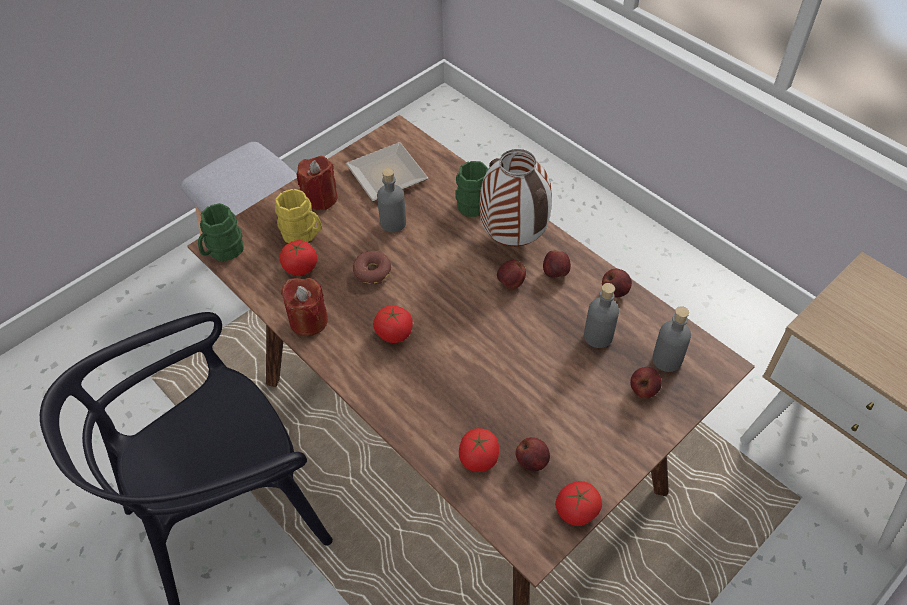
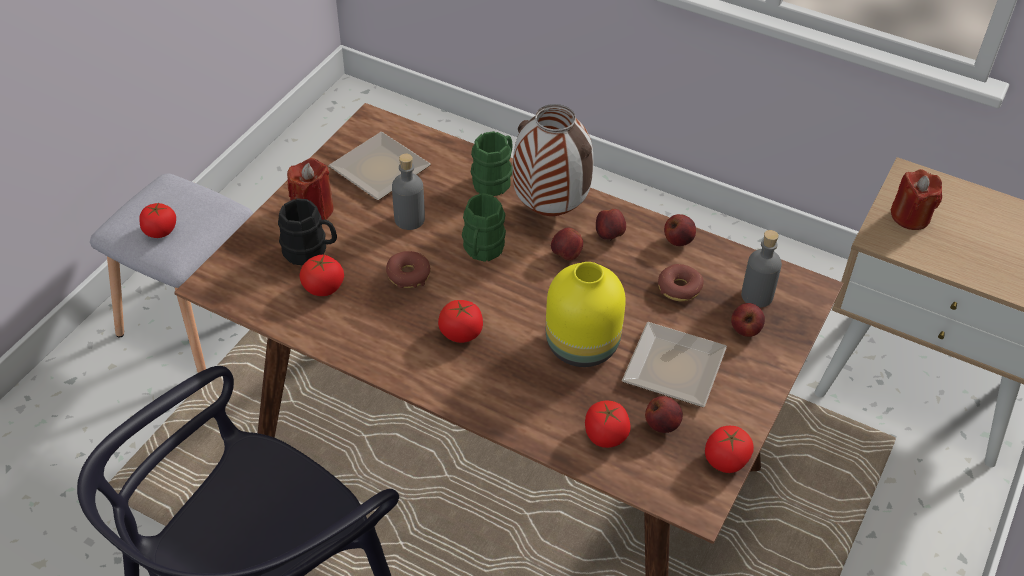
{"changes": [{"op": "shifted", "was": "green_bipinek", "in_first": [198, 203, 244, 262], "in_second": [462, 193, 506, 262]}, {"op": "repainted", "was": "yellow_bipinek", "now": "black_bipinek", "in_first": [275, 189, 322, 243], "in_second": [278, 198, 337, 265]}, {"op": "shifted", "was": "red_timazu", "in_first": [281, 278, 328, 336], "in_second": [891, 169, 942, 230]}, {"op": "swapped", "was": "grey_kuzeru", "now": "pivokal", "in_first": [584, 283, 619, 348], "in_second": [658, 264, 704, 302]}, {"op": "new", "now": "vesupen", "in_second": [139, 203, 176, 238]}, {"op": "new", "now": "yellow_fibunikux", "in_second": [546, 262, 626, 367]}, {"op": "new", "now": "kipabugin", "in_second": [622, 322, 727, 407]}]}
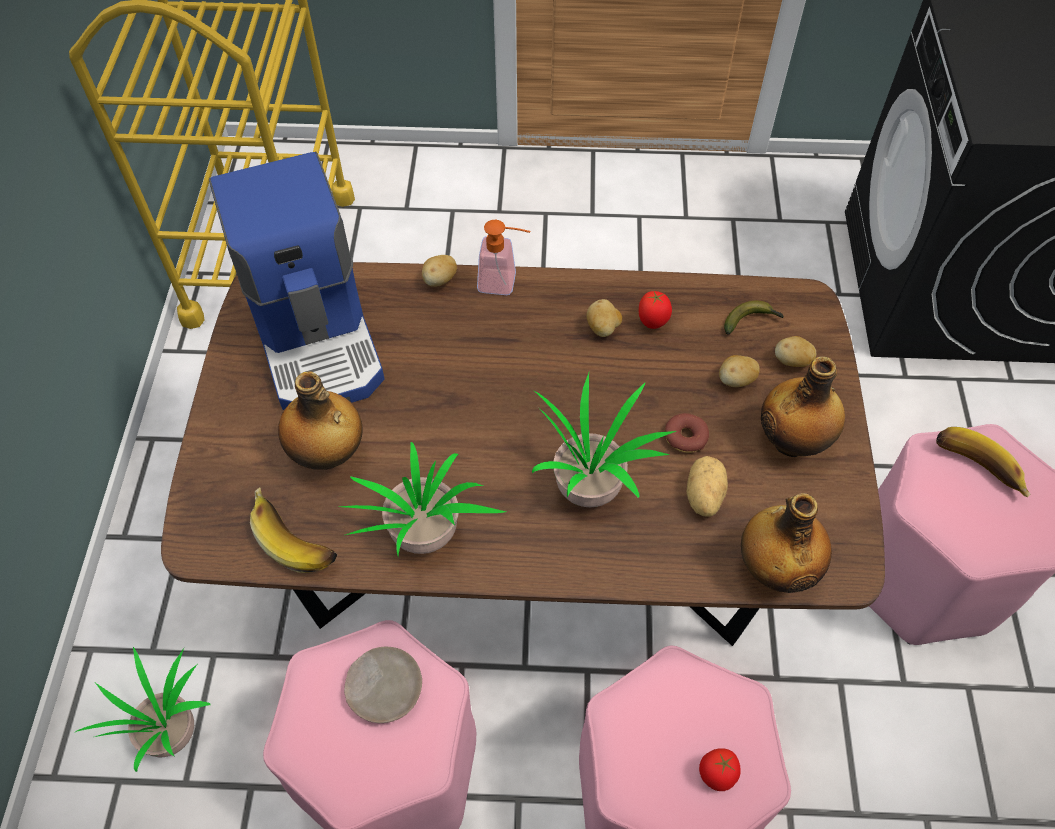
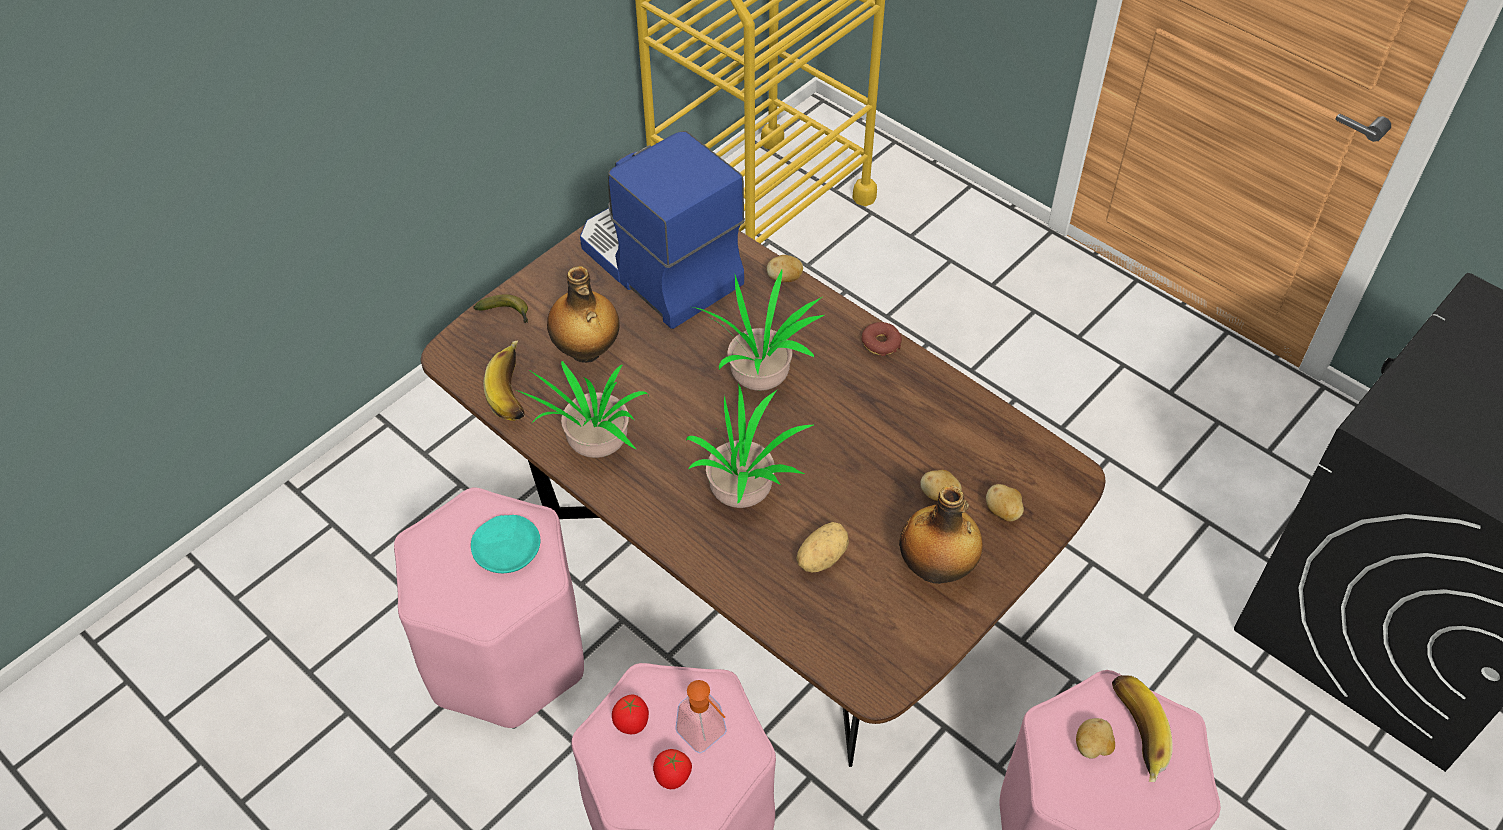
{"changes": [{"op": "shifted", "was": "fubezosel", "in_first": [75, 647, 211, 772], "in_second": [693, 269, 824, 391]}, {"op": "rotated", "was": "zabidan", "in_first": [209, 152, 385, 410], "in_second": [580, 131, 745, 329], "clockwise": 120}, {"op": "repainted", "was": "beige_kipabugin", "now": "turquoise_kipabugin", "in_first": [344, 647, 422, 723], "in_second": [471, 515, 540, 573]}, {"op": "shifted", "was": "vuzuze", "in_first": [477, 220, 530, 295], "in_second": [675, 680, 727, 753]}, {"op": "shifted", "was": "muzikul", "in_first": [587, 299, 622, 337], "in_second": [1076, 718, 1115, 759]}, {"op": "shifted", "was": "vesupen", "in_first": [639, 291, 672, 329], "in_second": [612, 694, 649, 734]}, {"op": "shifted", "was": "pivokal", "in_first": [665, 413, 709, 453], "in_second": [861, 322, 902, 356]}, {"op": "shifted", "was": "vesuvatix", "in_first": [724, 301, 784, 335], "in_second": [474, 294, 528, 323]}, {"op": "gone", "was": "kuzeru", "in_first": [741, 493, 832, 593]}]}
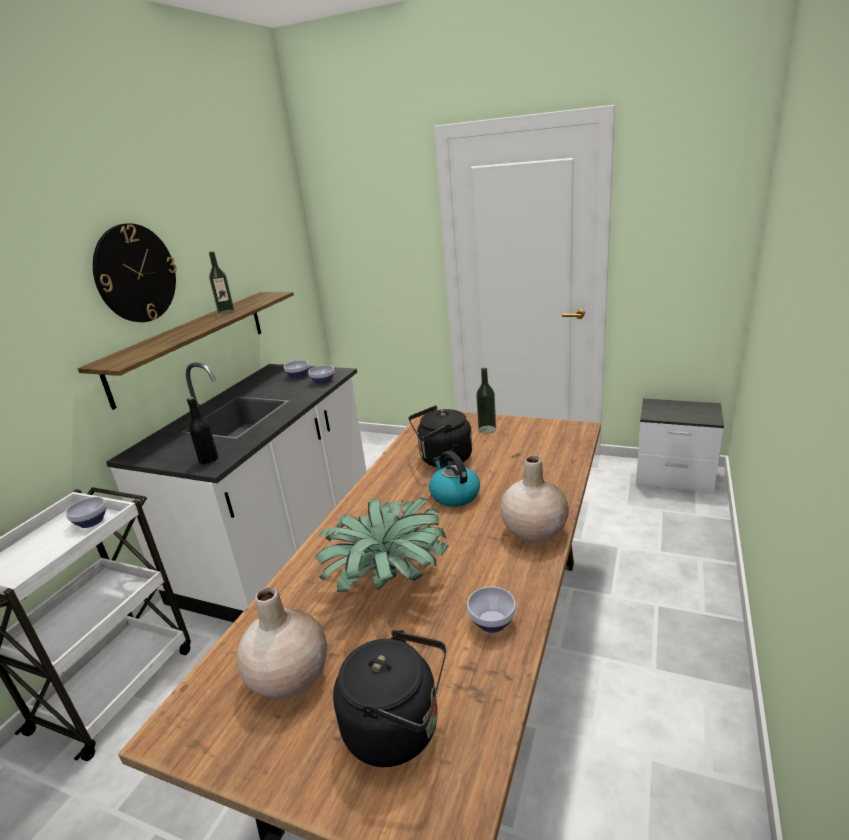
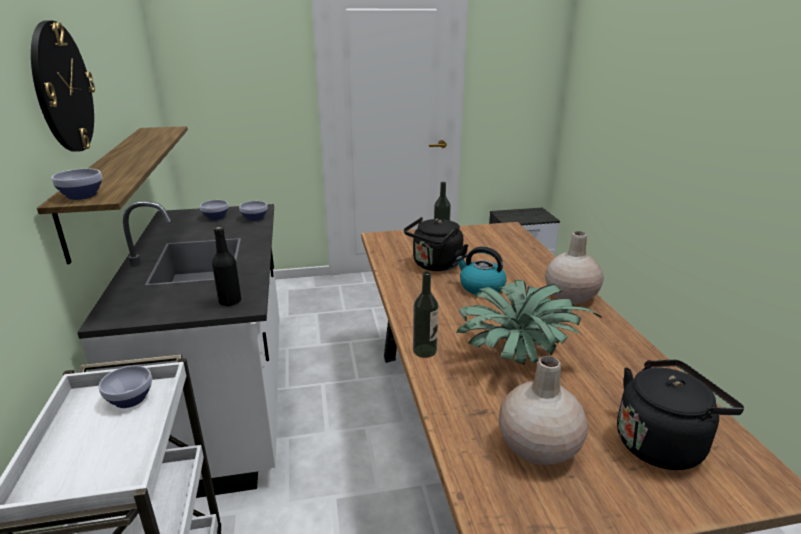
{"changes": [{"op": "shifted", "was": "kuzeru", "in_first": [209, 251, 234, 314], "in_second": [413, 271, 438, 358]}, {"op": "shifted", "was": "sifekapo", "in_first": [467, 586, 516, 633], "in_second": [51, 169, 102, 200]}]}
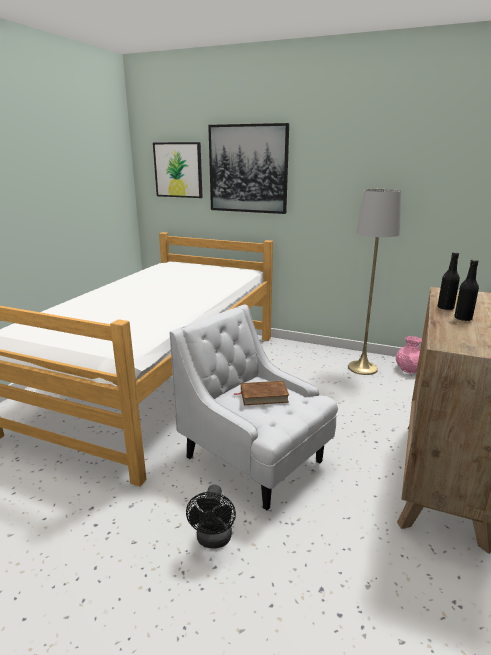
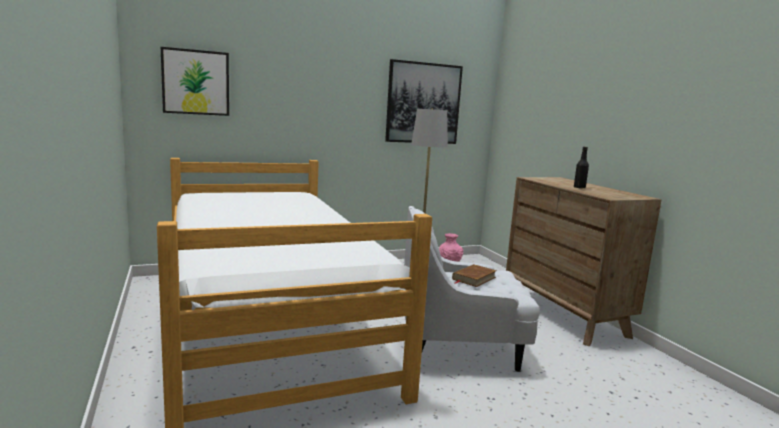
{"changes": [{"op": "gone", "was": "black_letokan", "in_first": [186, 485, 236, 549]}, {"op": "shifted", "was": "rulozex", "in_first": [208, 123, 289, 214], "in_second": [385, 59, 463, 144]}, {"op": "gone", "was": "black_kuzeru", "in_first": [438, 252, 460, 310]}]}
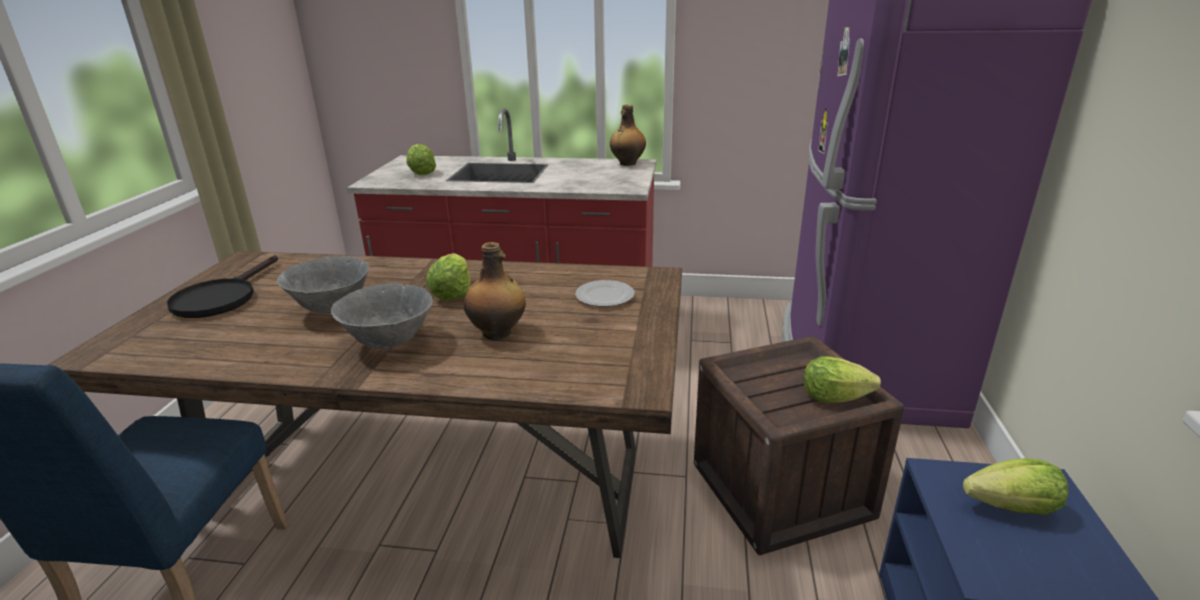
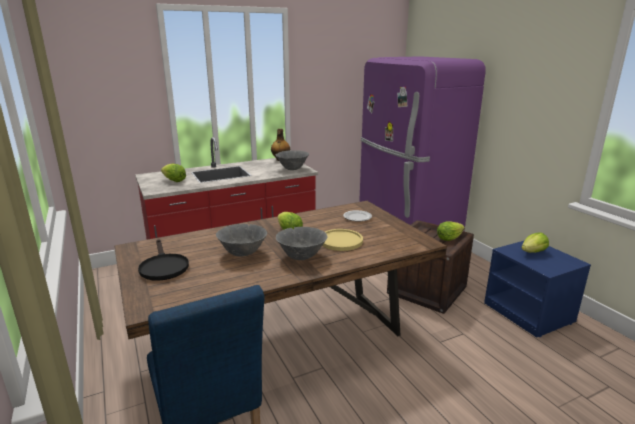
{"changes": [{"op": "swapped", "was": "kuzeru", "now": "yellow_kipabugin", "in_first": [464, 242, 526, 340], "in_second": [322, 229, 363, 251]}, {"op": "new", "now": "grey_sifekapo", "in_second": [275, 150, 309, 170]}]}
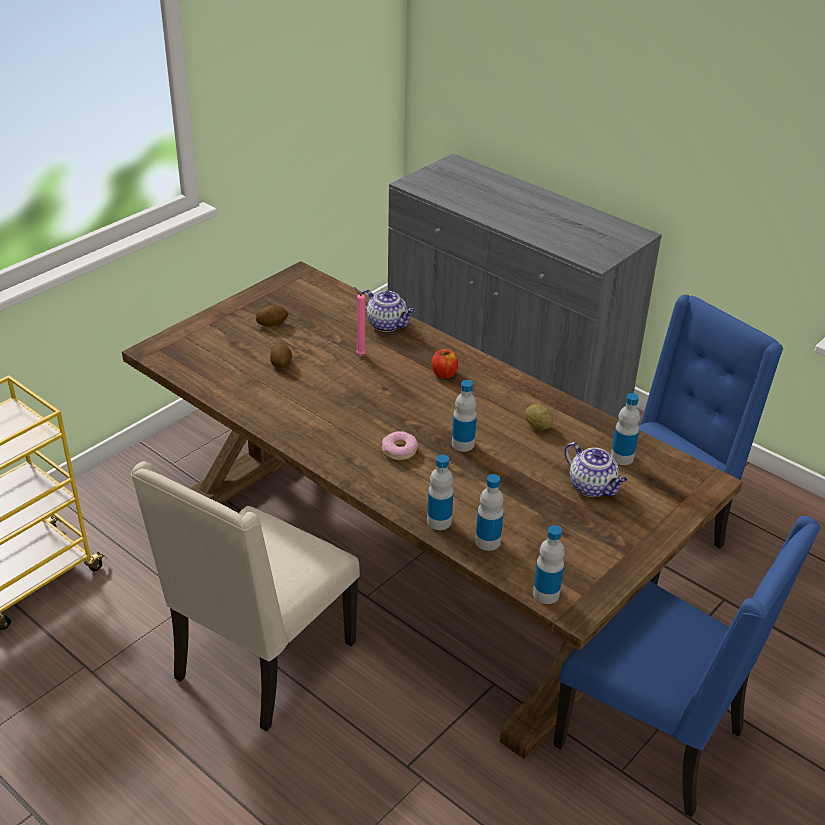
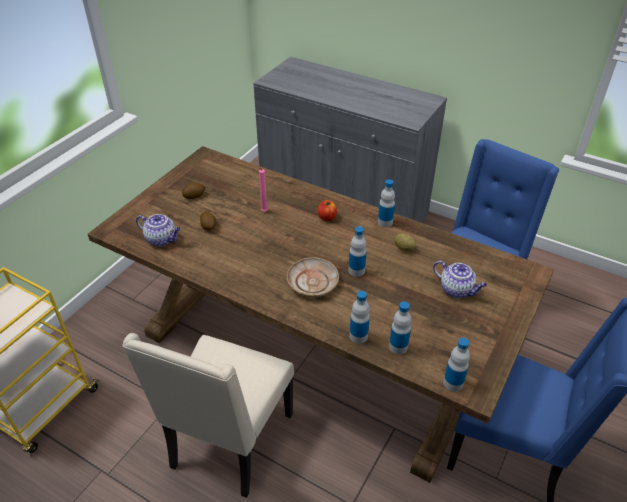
{"changes": [{"op": "shifted", "was": "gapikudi", "in_first": [361, 289, 415, 332], "in_second": [136, 214, 181, 247]}, {"op": "swapped", "was": "pivokal", "now": "beige_kipabugin", "in_first": [382, 431, 418, 460], "in_second": [287, 257, 339, 297]}, {"op": "shifted", "was": "kuzeru", "in_first": [611, 393, 640, 465], "in_second": [378, 179, 395, 227]}]}
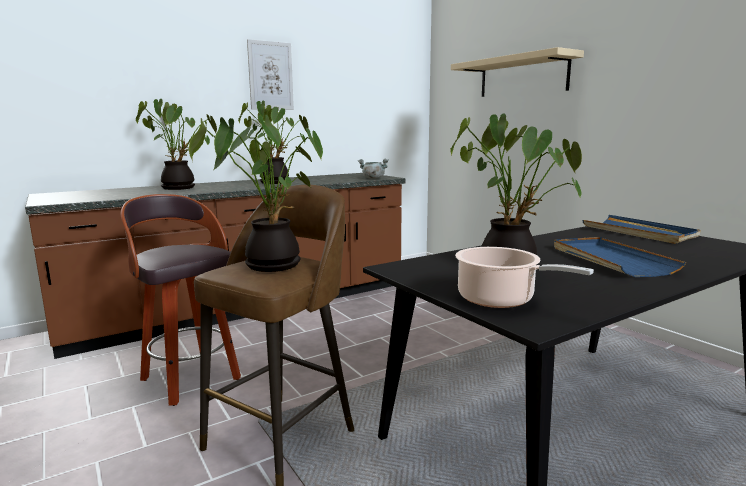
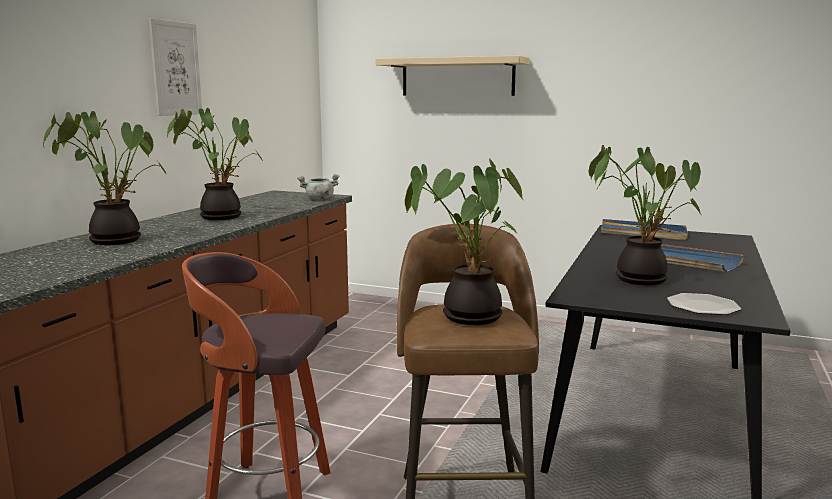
{"changes": [{"op": "swapped", "was": "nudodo", "now": "kipabugin", "in_first": [455, 247, 594, 308], "in_second": [667, 293, 741, 315]}]}
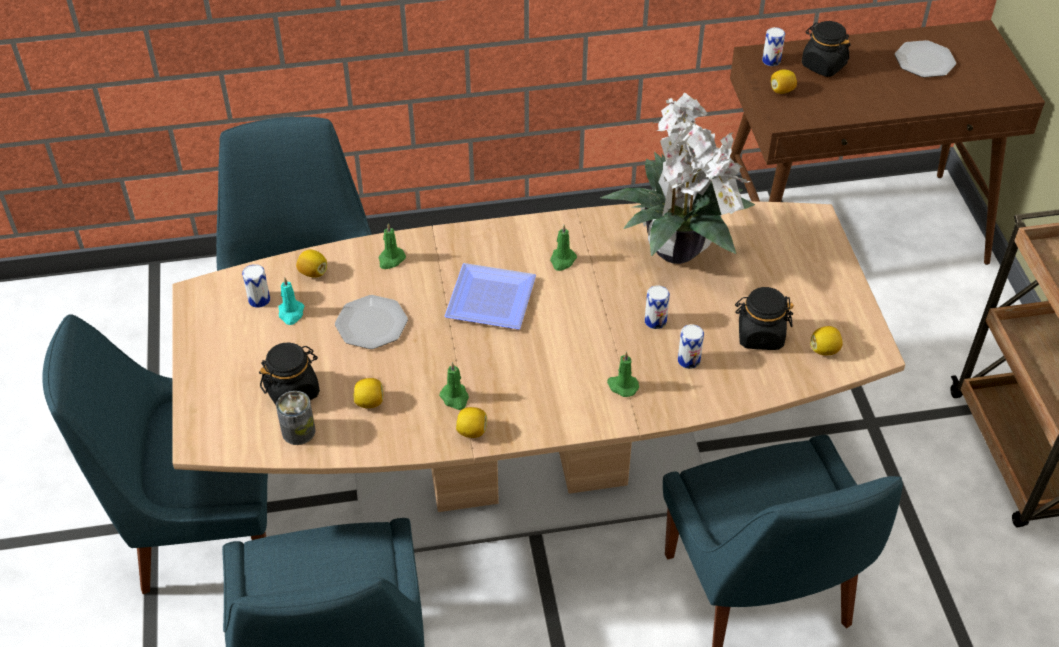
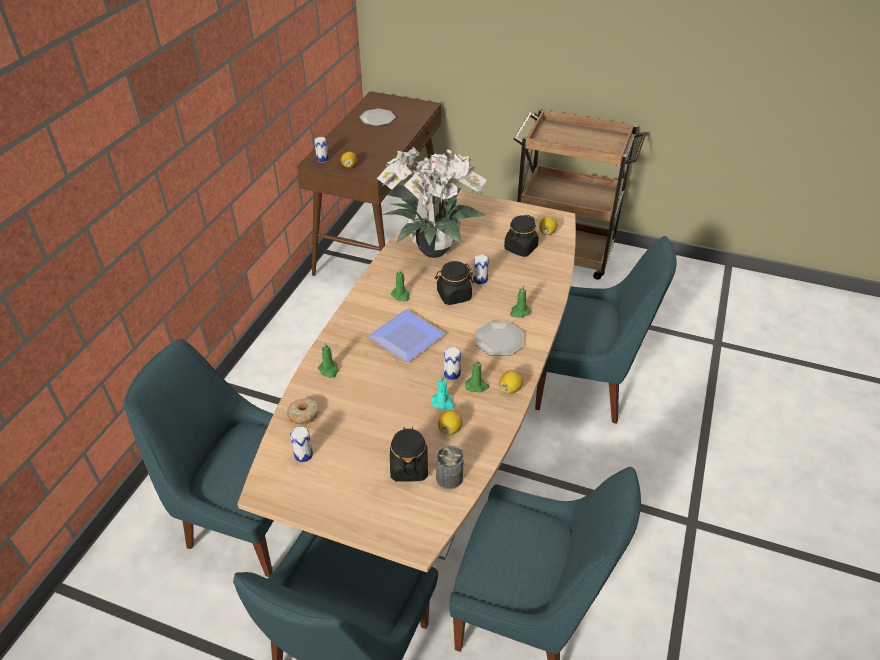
{"changes": [{"op": "shifted", "was": "turquoise_timazu", "in_first": [279, 277, 304, 325], "in_second": [431, 375, 455, 410]}, {"op": "swapped", "was": "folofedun", "now": "pivokal", "in_first": [296, 250, 327, 278], "in_second": [287, 398, 319, 425]}, {"op": "shifted", "was": "kipabugin", "in_first": [335, 295, 408, 349], "in_second": [475, 321, 524, 356]}, {"op": "shifted", "was": "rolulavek", "in_first": [678, 324, 704, 369], "in_second": [444, 347, 461, 380]}, {"op": "shifted", "was": "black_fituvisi", "in_first": [802, 21, 851, 77], "in_second": [435, 261, 473, 305]}]}
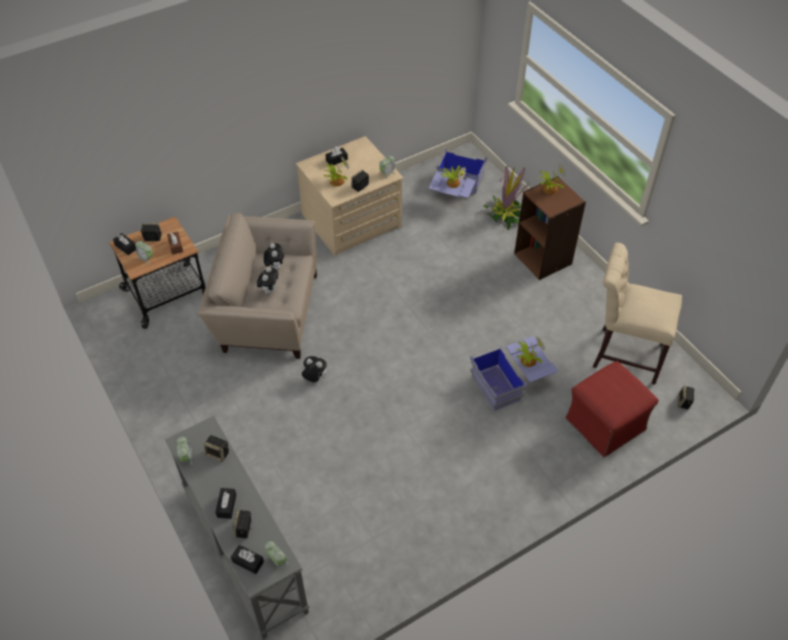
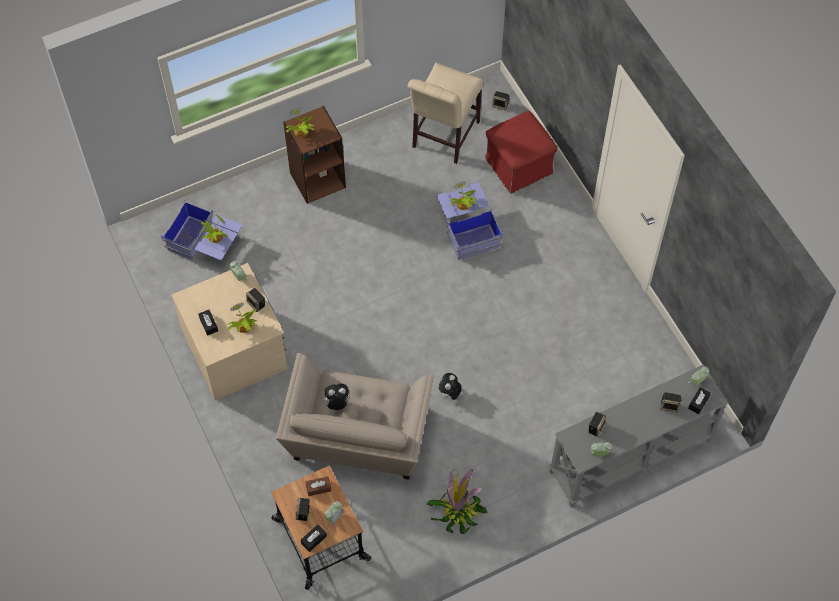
{"changes": [{"op": "gone", "was": "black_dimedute", "in_first": [215, 488, 236, 519]}, {"op": "gone", "was": "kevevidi", "in_first": [257, 267, 278, 294]}, {"op": "shifted", "was": "fubezosel", "in_first": [484, 166, 530, 230], "in_second": [427, 469, 488, 534]}]}
